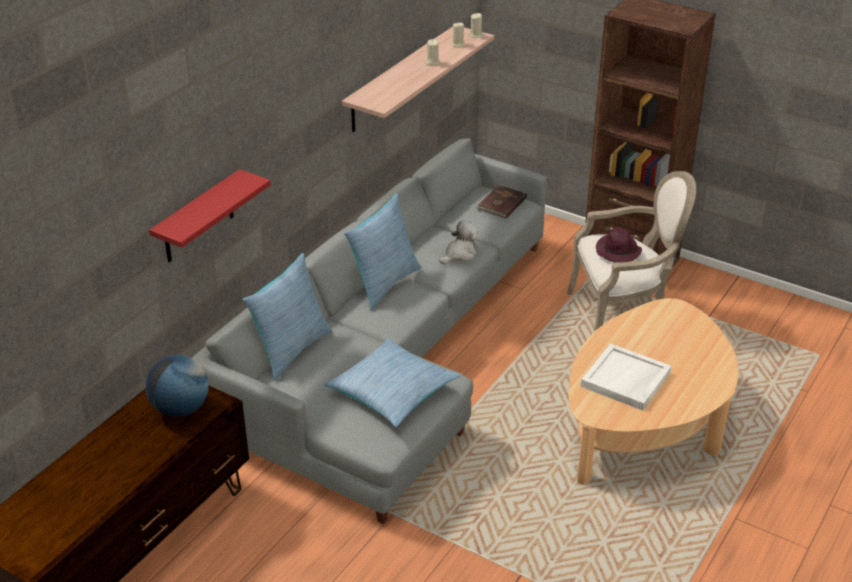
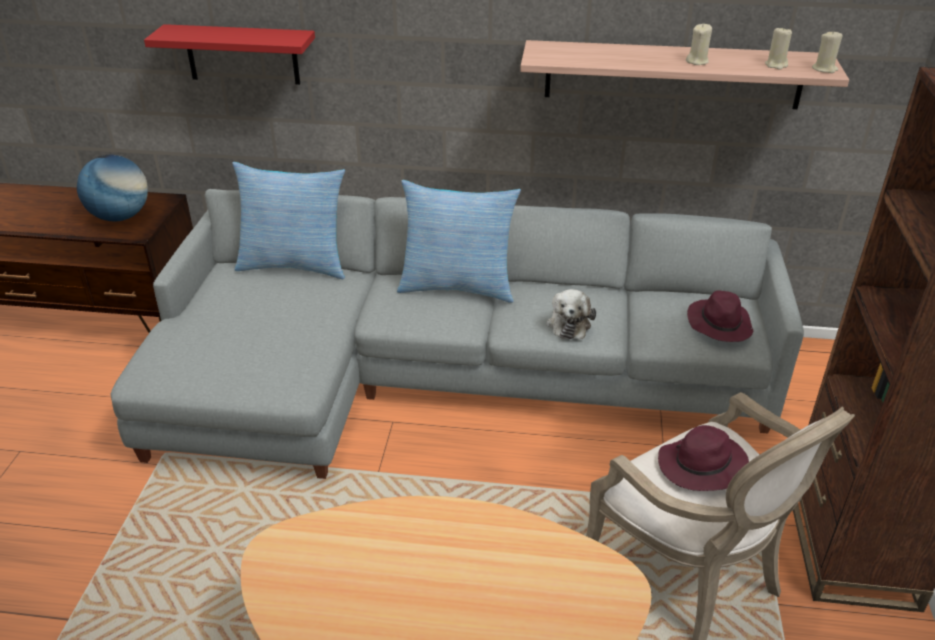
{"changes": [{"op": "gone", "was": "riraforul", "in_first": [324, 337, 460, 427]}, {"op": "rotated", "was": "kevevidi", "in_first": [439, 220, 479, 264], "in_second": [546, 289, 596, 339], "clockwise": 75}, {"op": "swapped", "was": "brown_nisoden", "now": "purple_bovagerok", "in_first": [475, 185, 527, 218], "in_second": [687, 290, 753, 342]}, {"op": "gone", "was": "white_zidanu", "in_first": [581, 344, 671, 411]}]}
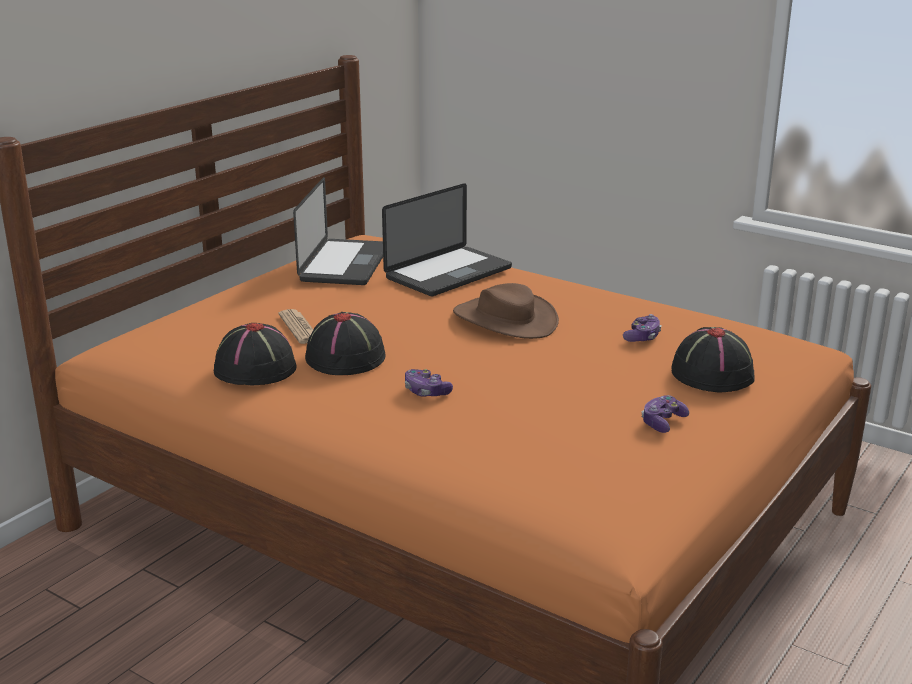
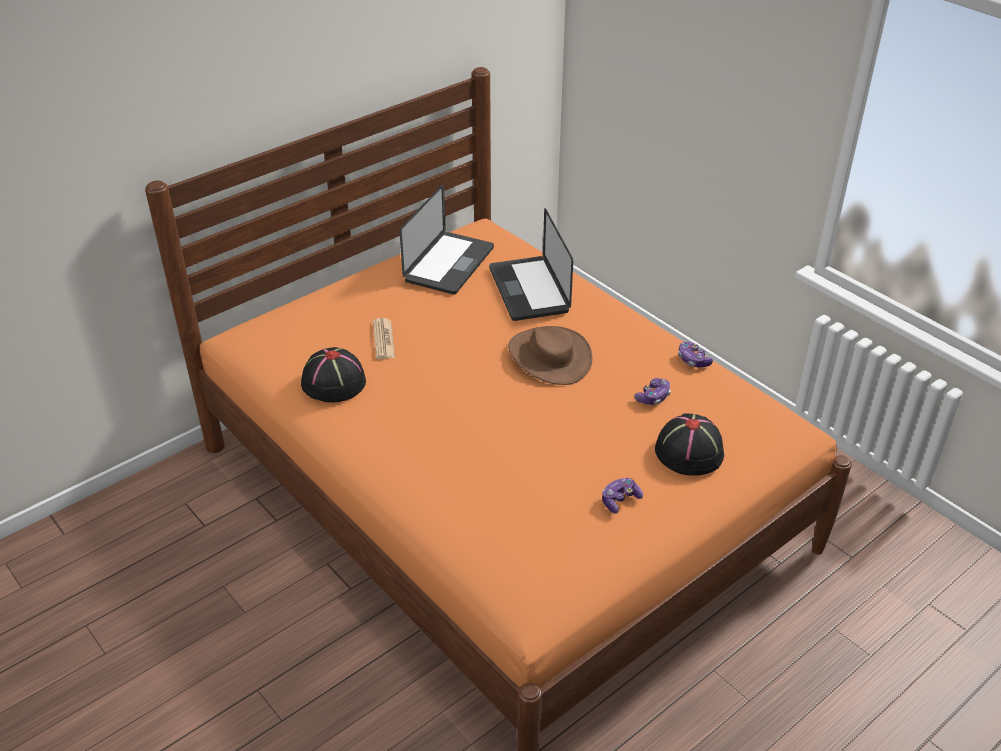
{"changes": [{"op": "gone", "was": "black_bovagerok", "in_first": [305, 312, 385, 375]}, {"op": "rotated", "was": "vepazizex", "in_first": [382, 183, 512, 296], "in_second": [489, 208, 573, 321], "clockwise": 105}, {"op": "shifted", "was": "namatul", "in_first": [405, 369, 453, 397], "in_second": [678, 342, 713, 368]}]}
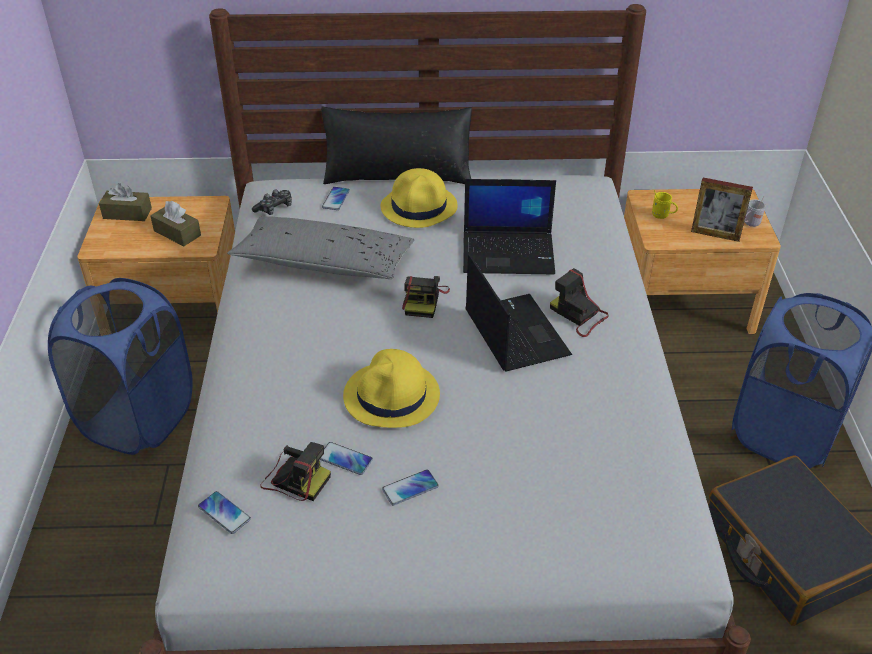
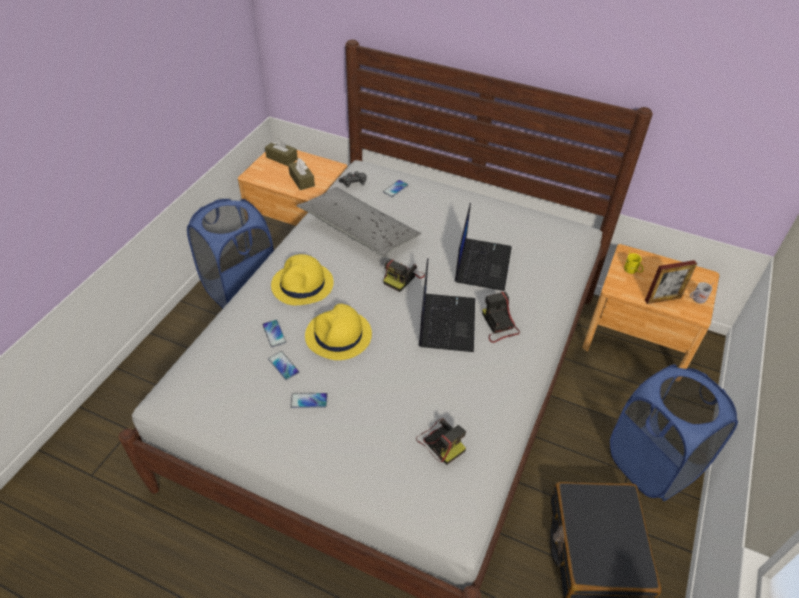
{"changes": [{"op": "shifted", "was": "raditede", "in_first": [198, 491, 251, 534], "in_second": [262, 320, 286, 347]}, {"op": "shifted", "was": "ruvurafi", "in_first": [260, 442, 331, 501], "in_second": [416, 418, 466, 465]}, {"op": "gone", "was": "black_riraforul", "in_first": [321, 107, 472, 184]}, {"op": "shifted", "was": "yellow_bovagerok", "in_first": [381, 168, 457, 228], "in_second": [271, 254, 334, 305]}, {"op": "rotated", "was": "vepazizex", "in_first": [463, 179, 556, 274], "in_second": [455, 203, 512, 291], "clockwise": -105}, {"op": "rotated", "was": "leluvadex", "in_first": [691, 178, 753, 242], "in_second": [645, 260, 697, 304], "clockwise": -60}]}
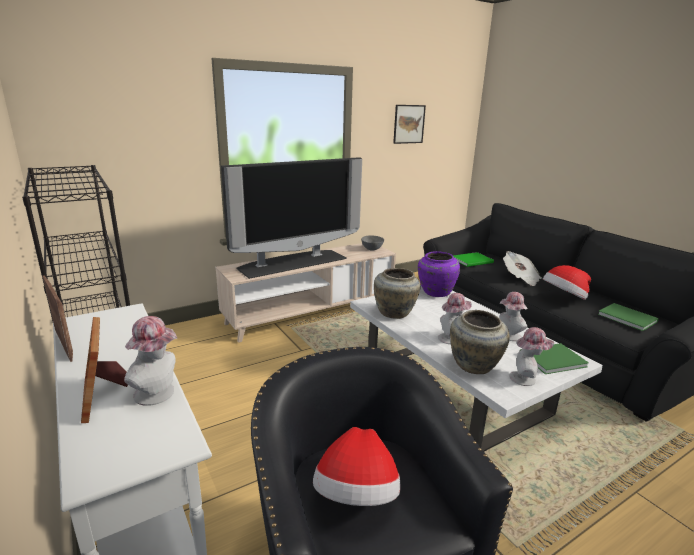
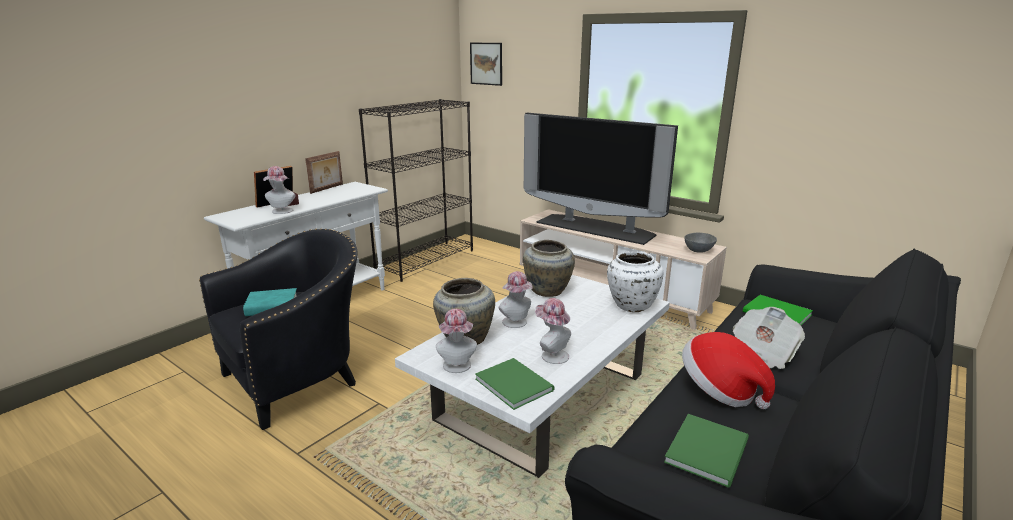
{"changes": [{"op": "swapped", "was": "bovagerok", "now": "turquoise_nisoden", "in_first": [313, 427, 401, 506], "in_second": [243, 288, 297, 316]}, {"op": "shifted", "was": "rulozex", "in_first": [393, 105, 426, 144], "in_second": [470, 43, 502, 86]}, {"op": "repainted", "was": "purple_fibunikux", "now": "white_fibunikux", "in_first": [418, 251, 460, 297], "in_second": [607, 251, 663, 312]}]}
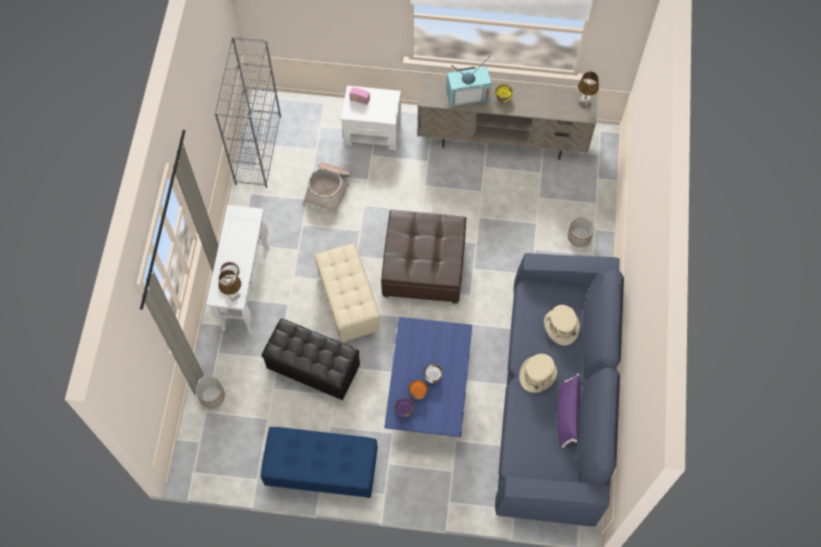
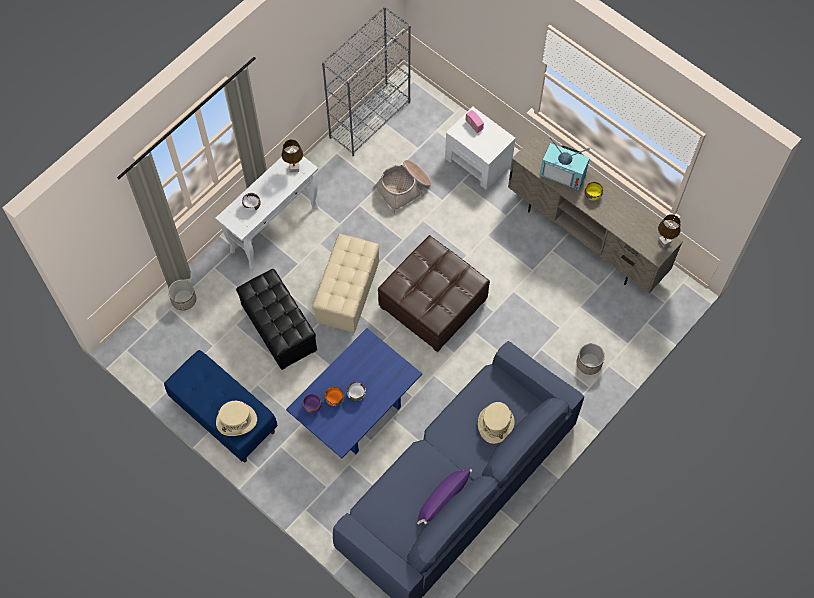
{"changes": [{"op": "shifted", "was": "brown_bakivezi", "in_first": [218, 270, 241, 302], "in_second": [282, 140, 303, 172]}, {"op": "shifted", "was": "beige_bovagerok", "in_first": [519, 354, 557, 393], "in_second": [216, 401, 257, 436]}]}
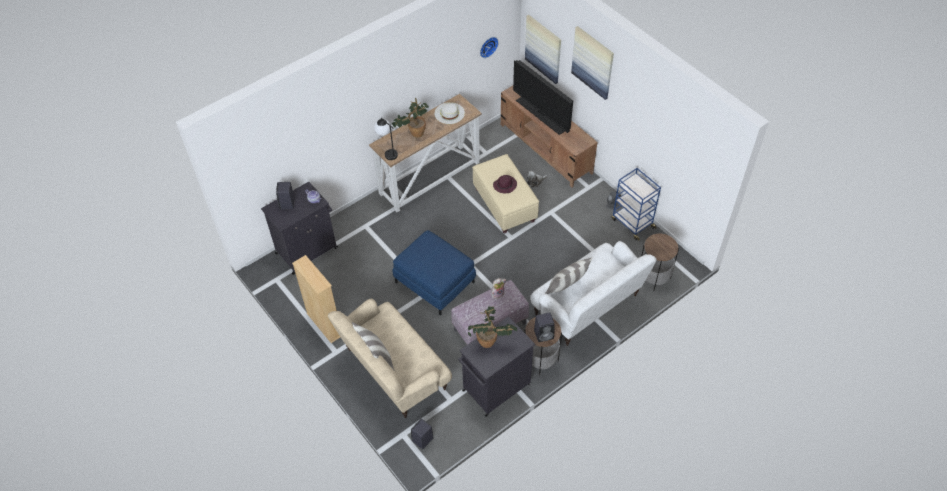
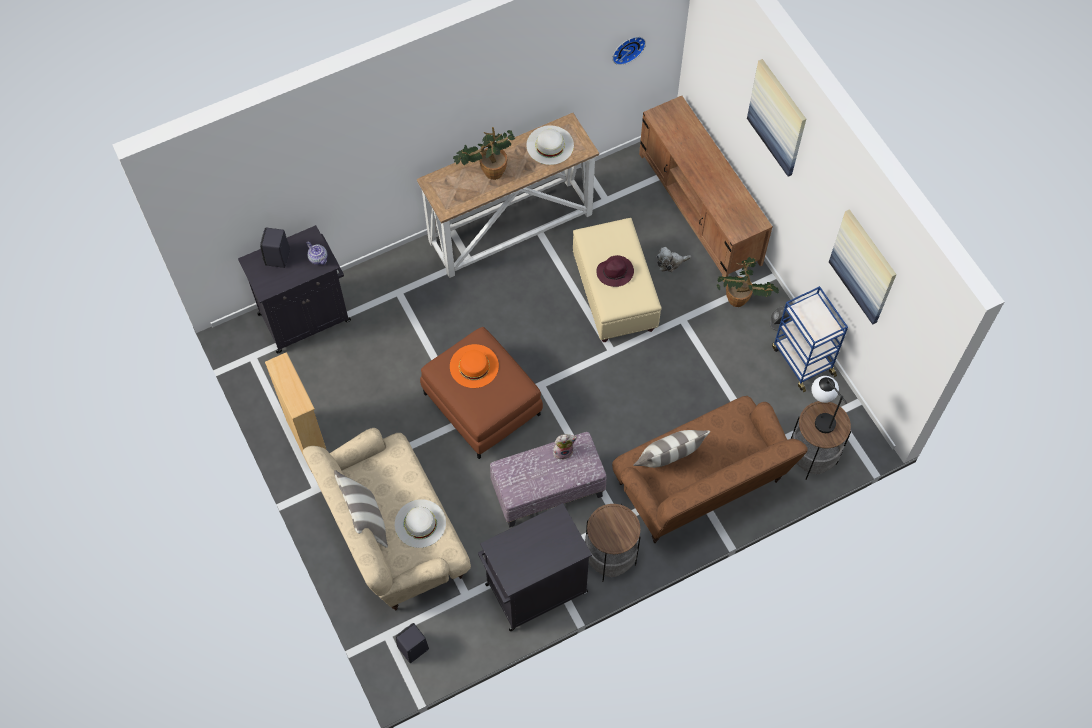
{"changes": [{"op": "shifted", "was": "bakivezi", "in_first": [374, 118, 398, 160], "in_second": [811, 376, 847, 433]}, {"op": "repainted", "was": "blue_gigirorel", "now": "brown_gigirorel", "in_first": [393, 230, 476, 315], "in_second": [420, 327, 543, 459]}, {"op": "shifted", "was": "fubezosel", "in_first": [468, 306, 518, 348], "in_second": [717, 257, 779, 307]}, {"op": "gone", "was": "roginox", "in_first": [513, 60, 573, 135]}, {"op": "shifted", "was": "rulozex", "in_first": [525, 15, 561, 84], "in_second": [829, 209, 897, 325]}, {"op": "repainted", "was": "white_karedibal", "now": "brown_karedibal", "in_first": [530, 241, 657, 346], "in_second": [612, 396, 808, 543]}, {"op": "gone", "was": "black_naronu", "in_first": [534, 312, 555, 342]}, {"op": "new", "now": "white_bovagerok", "in_second": [395, 499, 446, 548]}, {"op": "new", "now": "orange_bovagerok", "in_second": [450, 344, 499, 388]}]}
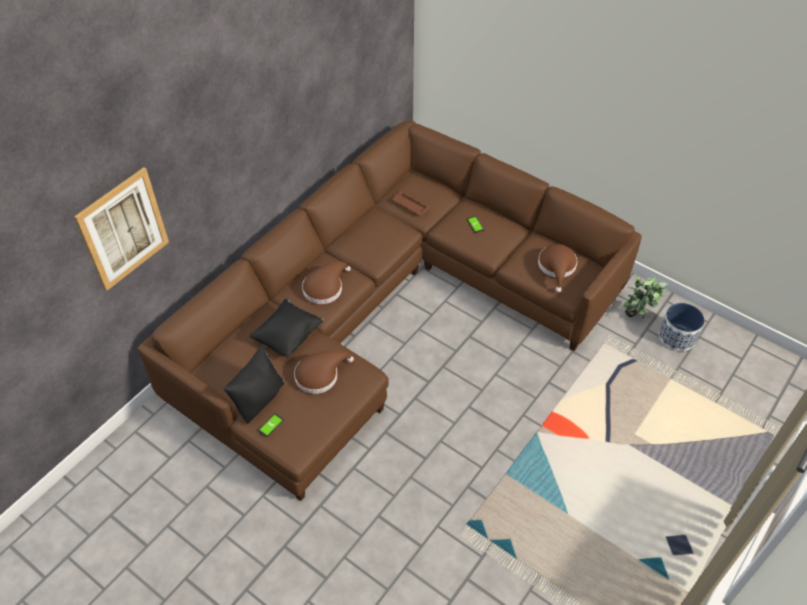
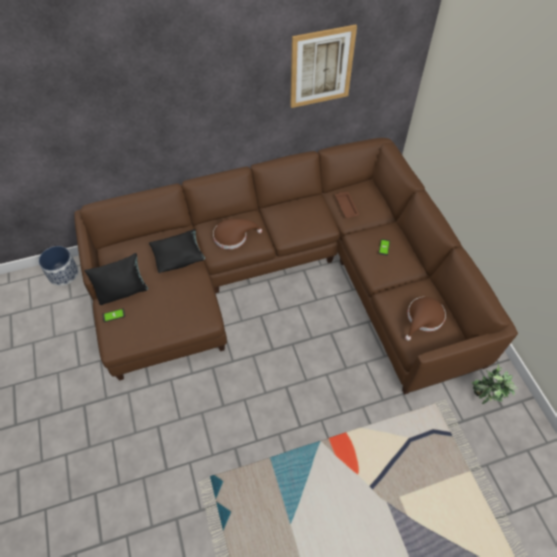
{"changes": [{"op": "shifted", "was": "rulozex", "in_first": [74, 167, 169, 291], "in_second": [290, 25, 357, 108]}, {"op": "gone", "was": "brown_bovagerok", "in_first": [294, 350, 354, 394]}, {"op": "shifted", "was": "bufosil", "in_first": [659, 303, 704, 352], "in_second": [39, 246, 79, 286]}]}
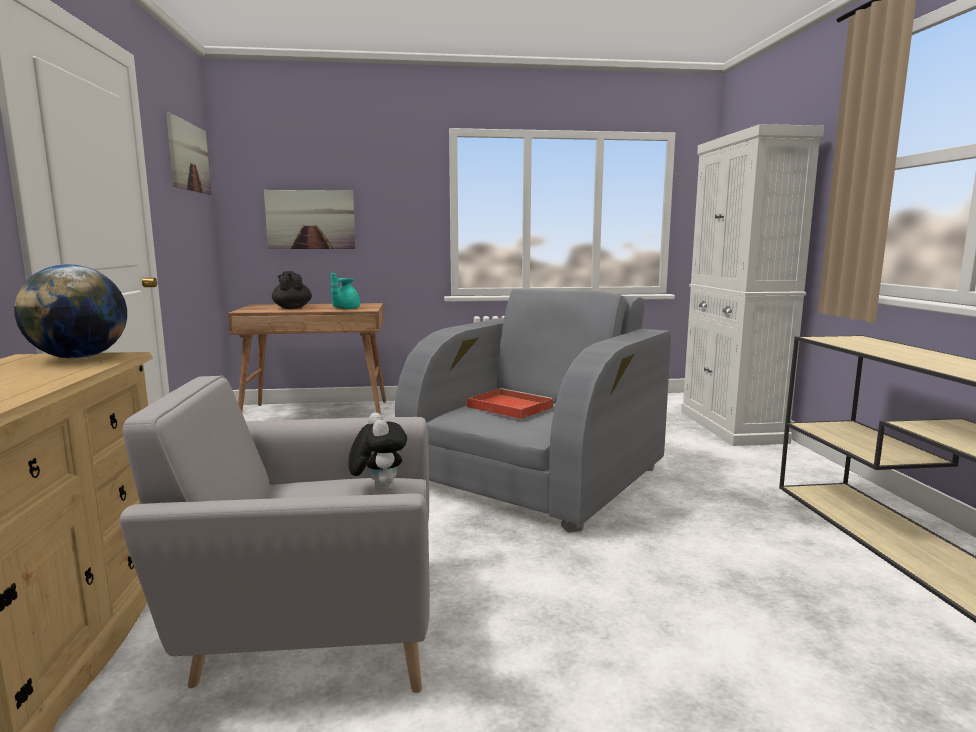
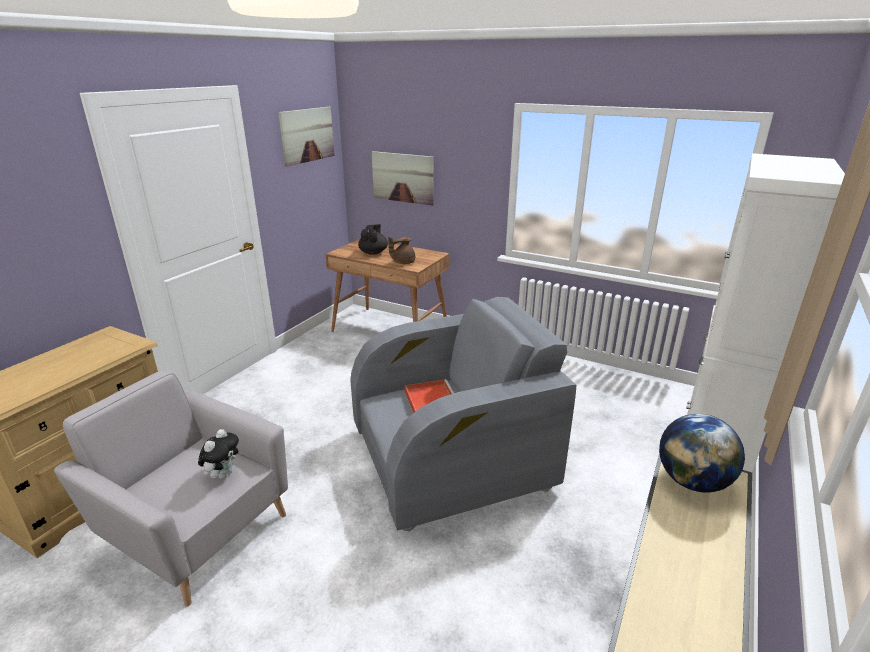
{"changes": [{"op": "shifted", "was": "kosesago", "in_first": [14, 264, 127, 359], "in_second": [659, 414, 745, 493]}, {"op": "repainted", "was": "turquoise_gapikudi", "now": "brown_gapikudi", "in_first": [331, 272, 360, 309], "in_second": [388, 236, 415, 264]}]}
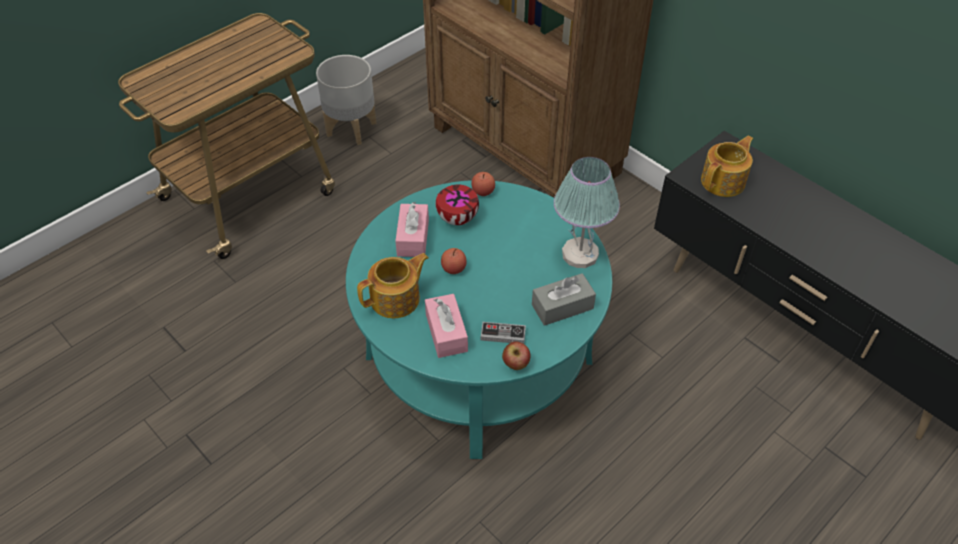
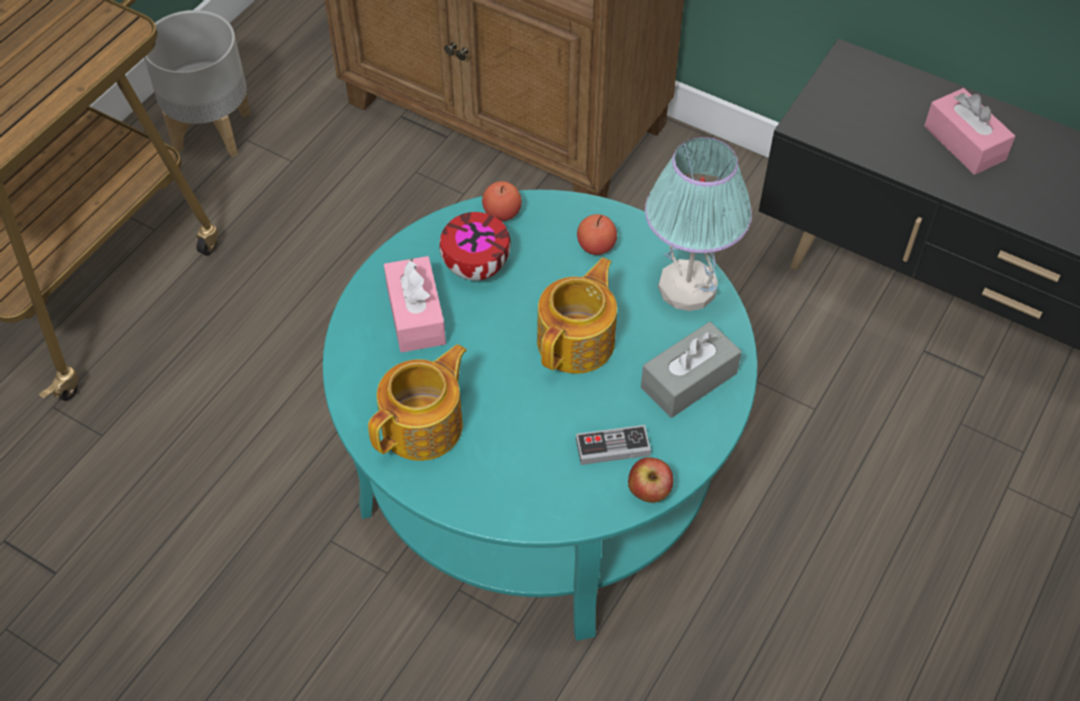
{"changes": [{"op": "shifted", "was": "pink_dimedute", "in_first": [425, 294, 468, 358], "in_second": [924, 88, 1015, 175]}, {"op": "shifted", "was": "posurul", "in_first": [441, 248, 467, 274], "in_second": [577, 214, 617, 255]}, {"op": "shifted", "was": "gapikudi", "in_first": [701, 136, 753, 197], "in_second": [537, 257, 617, 374]}]}
